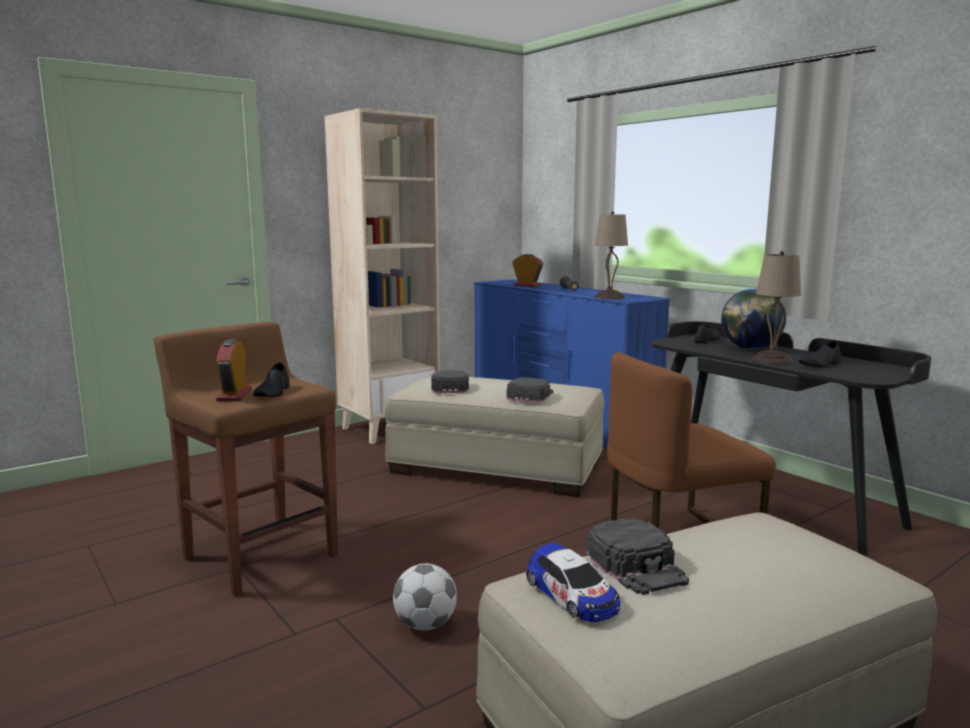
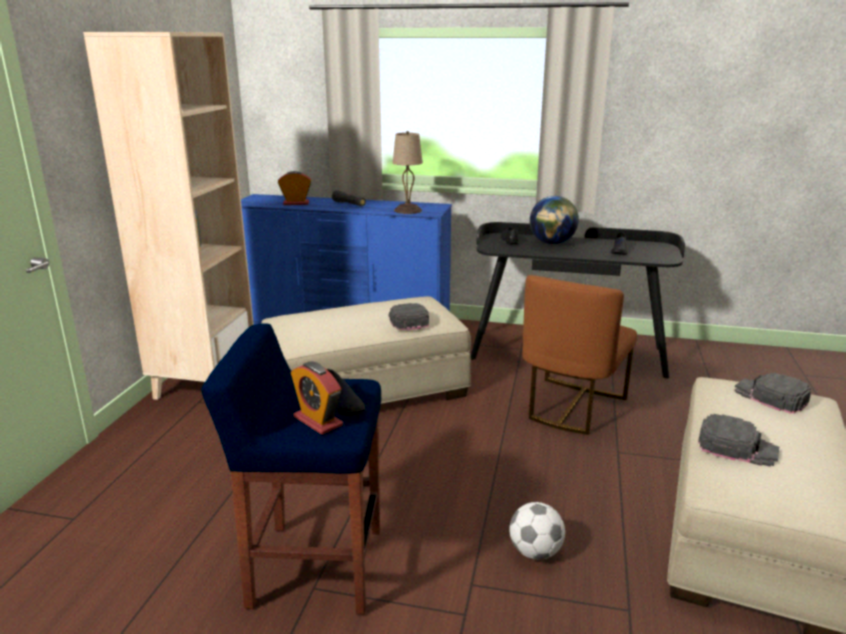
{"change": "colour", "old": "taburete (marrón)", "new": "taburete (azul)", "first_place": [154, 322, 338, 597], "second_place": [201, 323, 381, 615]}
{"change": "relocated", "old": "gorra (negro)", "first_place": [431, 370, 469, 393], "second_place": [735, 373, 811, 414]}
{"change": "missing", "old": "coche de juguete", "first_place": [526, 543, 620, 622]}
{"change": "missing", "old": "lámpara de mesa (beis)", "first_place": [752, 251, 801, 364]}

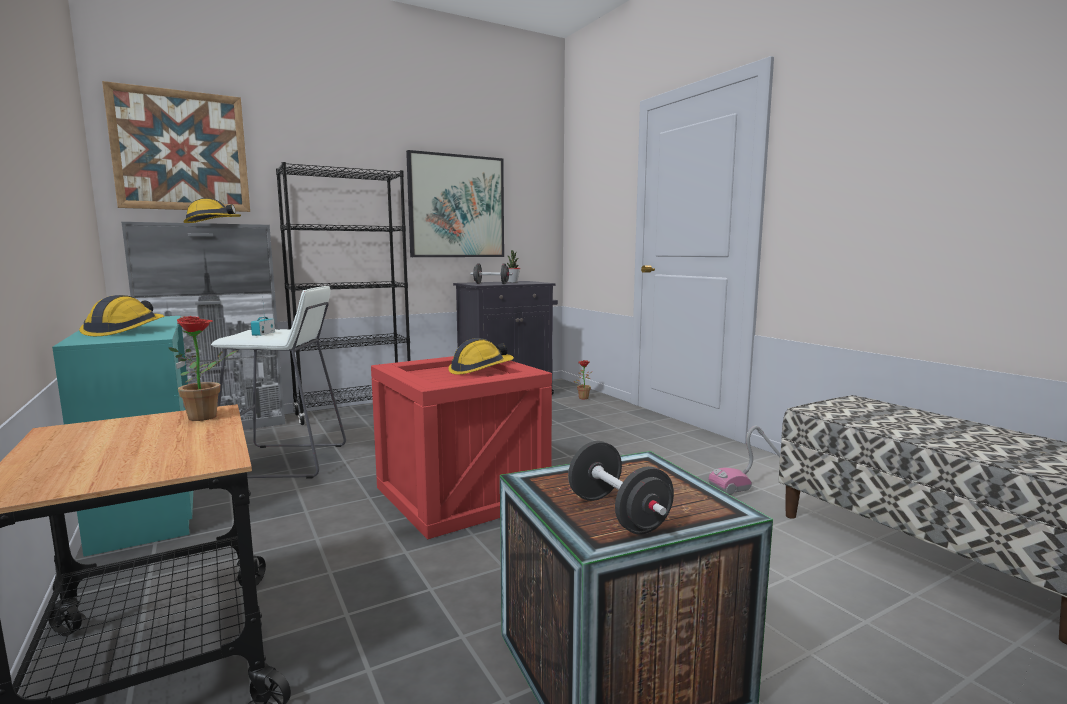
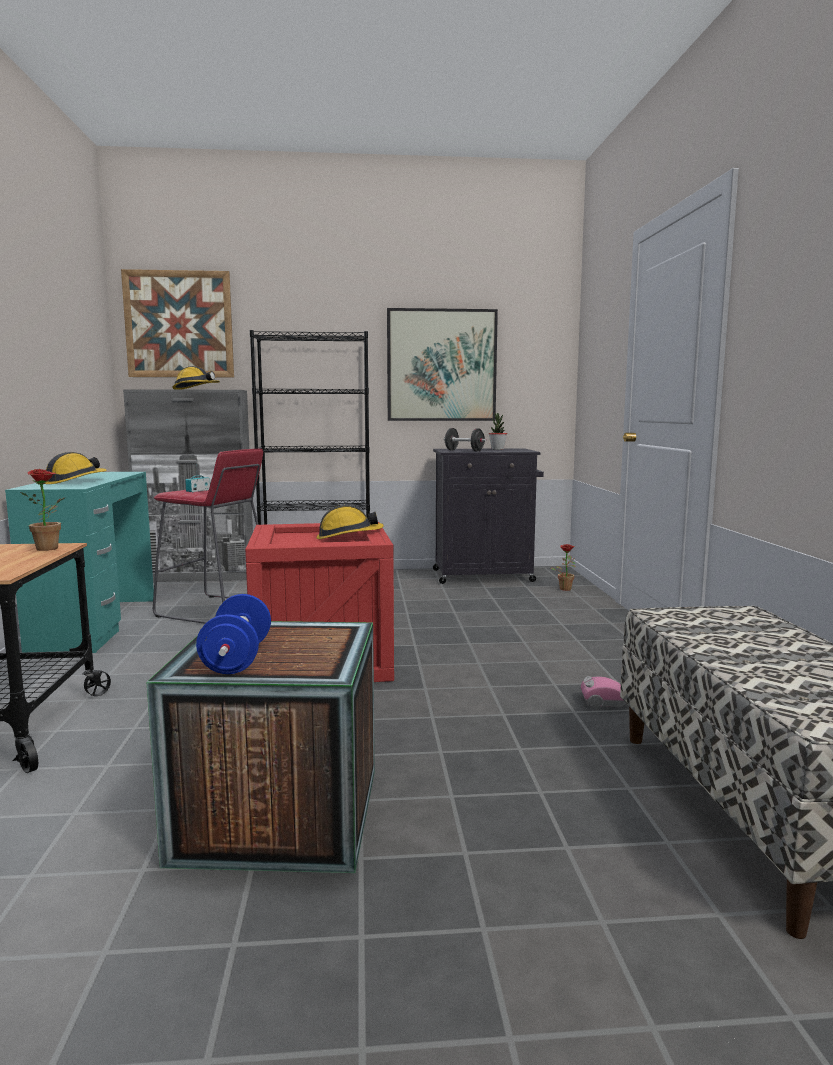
{"change": "colour", "old": "taburete (blanco)", "new": "taburete (rojo)", "first_place": [211, 286, 346, 479], "second_place": [153, 449, 263, 624]}
{"change": "colour", "old": "mancuerna (negro)", "new": "mancuerna (azul)", "first_place": [568, 441, 674, 535], "second_place": [196, 594, 271, 674]}

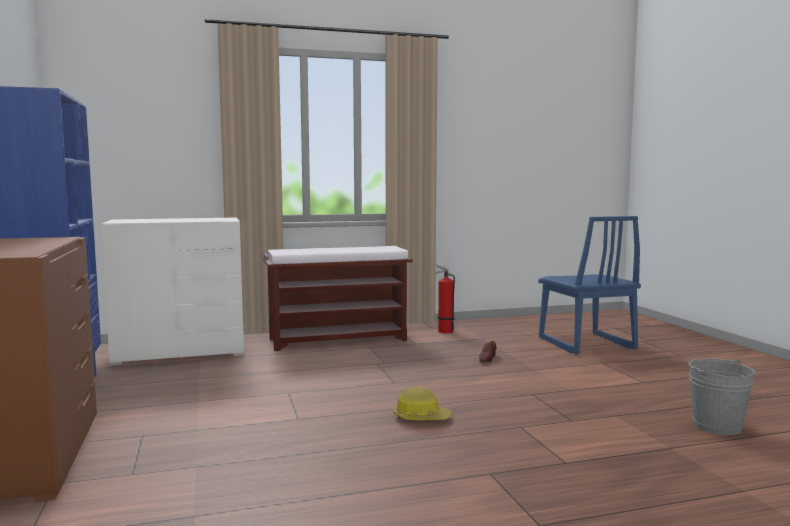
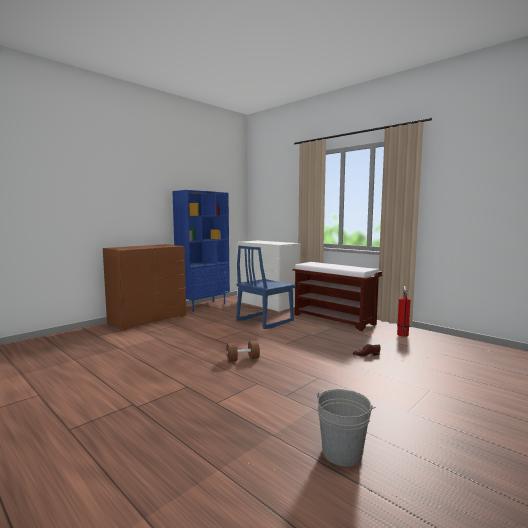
{"change": "exchanged", "old": "casco", "new": "mancuerna (marrón)", "first_place": [394, 387, 451, 420], "second_place": [227, 341, 260, 362]}
{"change": "relocated", "old": "silla (azul)", "first_place": [538, 216, 641, 354], "second_place": [236, 246, 296, 329]}

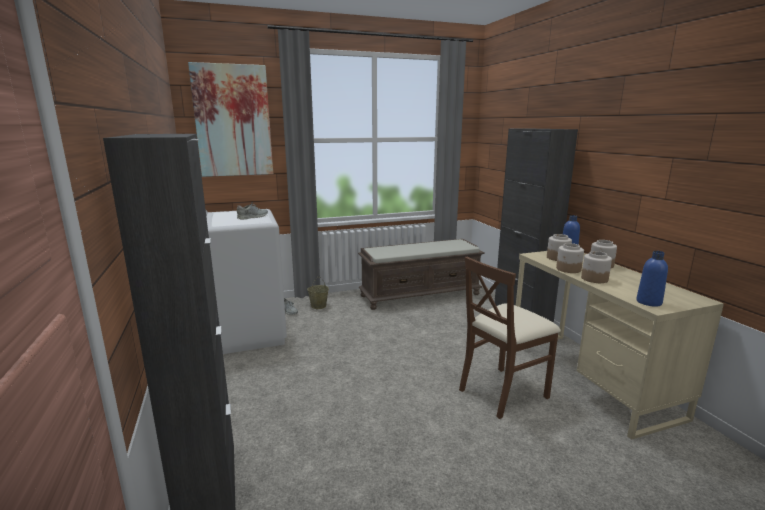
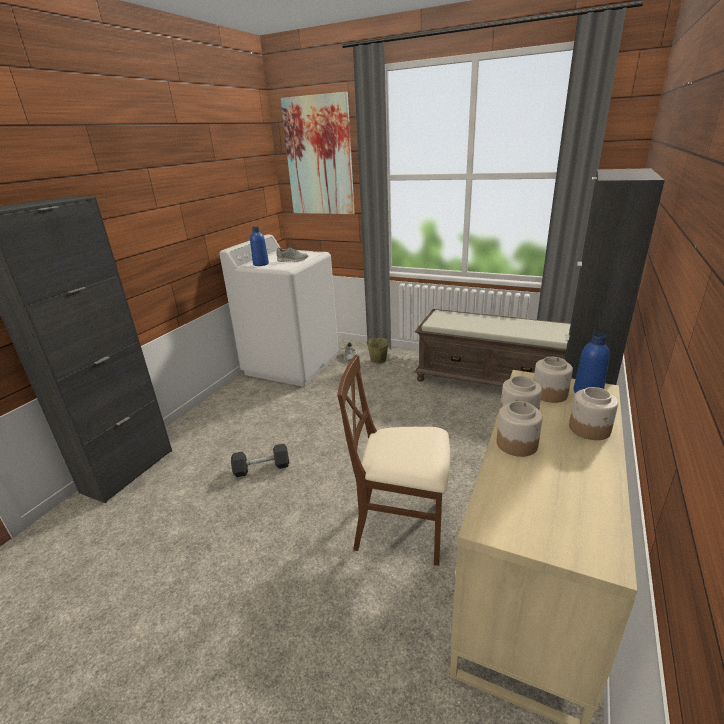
{"change": "appeared", "new": "mancuerna (gris)", "second_place": [231, 444, 289, 477]}
{"change": "relocated", "old": "botella (azul)", "first_place": [636, 251, 668, 307], "second_place": [250, 227, 269, 266]}

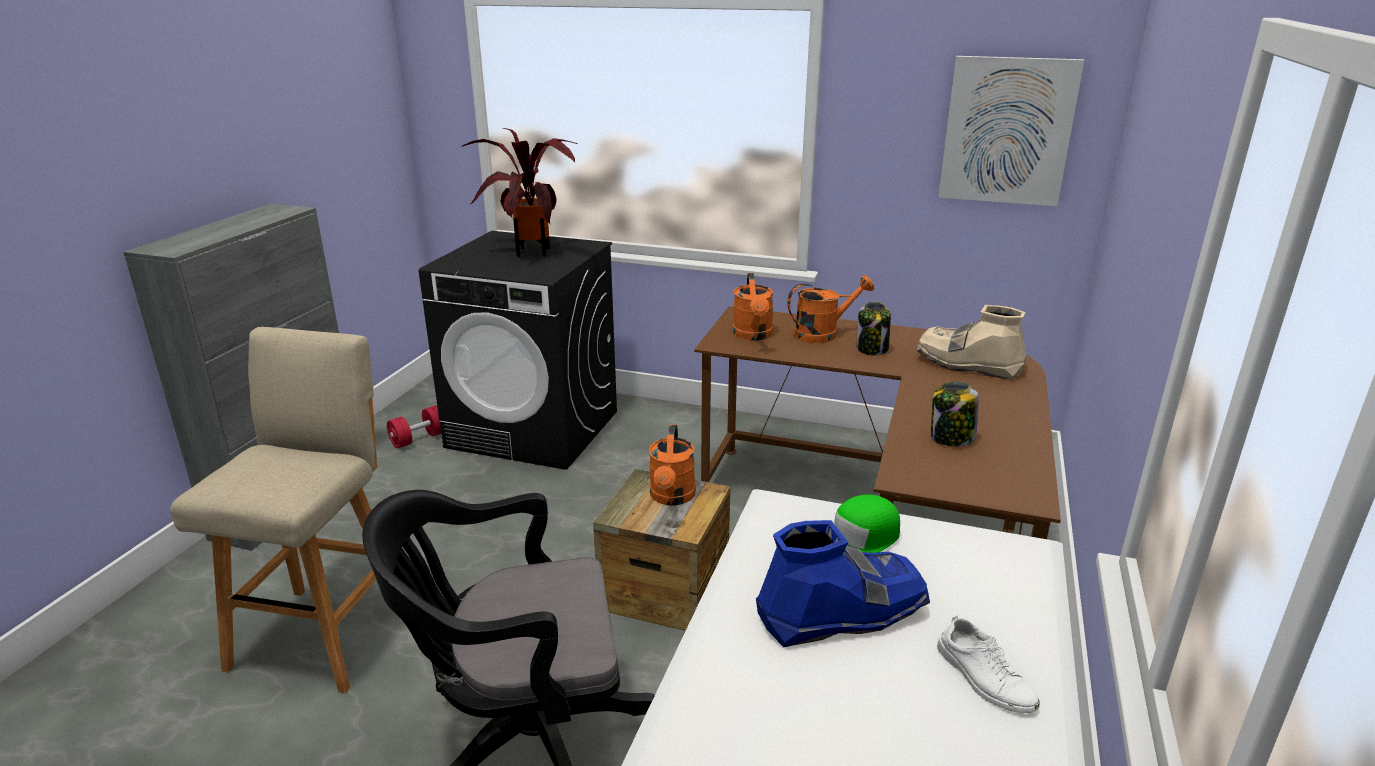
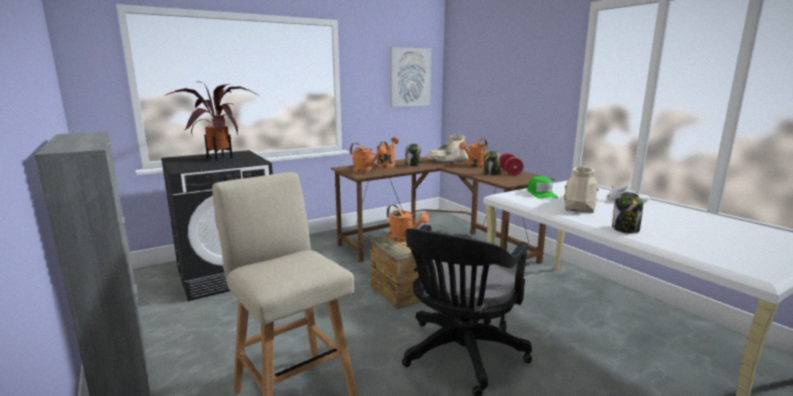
{"change": "appeared", "new": "regadera (naranja)", "second_place": [459, 139, 487, 167]}
{"change": "relocated", "old": "mancuerna (rojo)", "first_place": [387, 405, 442, 448], "second_place": [500, 153, 523, 175]}
{"change": "colour", "old": "bota (azul)", "new": "bota (beis)", "first_place": [756, 520, 930, 647], "second_place": [563, 167, 598, 213]}
{"change": "appeared", "new": "tarro", "second_place": [612, 192, 643, 234]}

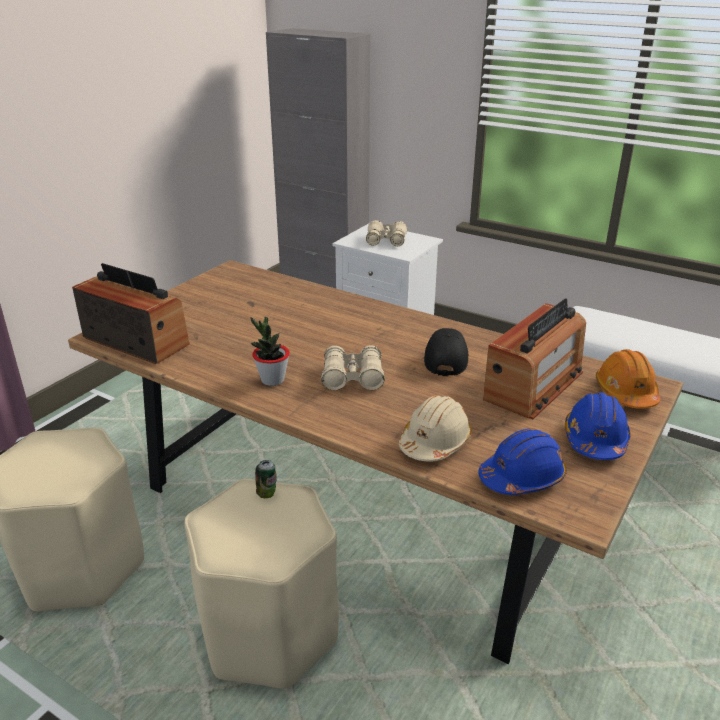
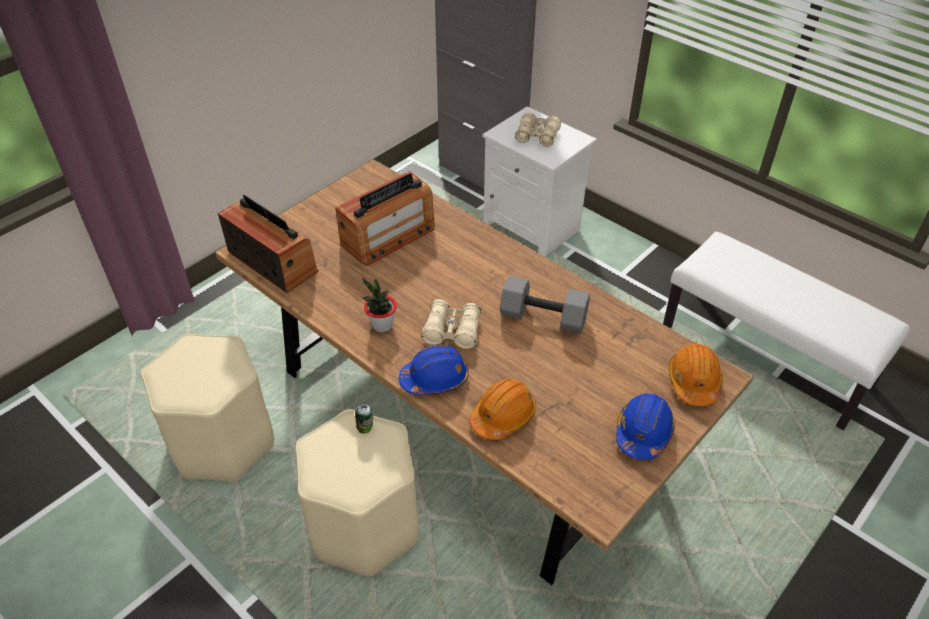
{"change": "relocated", "old": "radio", "first_place": [483, 299, 586, 420], "second_place": [335, 171, 435, 266]}
{"change": "relocated", "old": "casco (azul)", "first_place": [478, 429, 567, 495], "second_place": [399, 345, 469, 395]}
{"change": "colour", "old": "casco (beis)", "new": "casco (naranja)", "first_place": [399, 395, 472, 462], "second_place": [469, 378, 536, 440]}
{"change": "exchanged", "old": "gorra (negro)", "new": "mancuerna (gris)", "first_place": [424, 328, 468, 376], "second_place": [500, 276, 590, 334]}

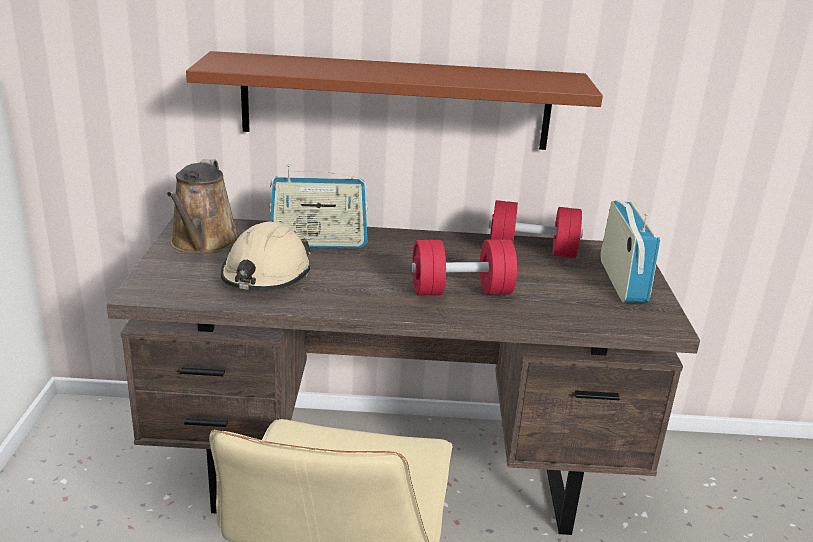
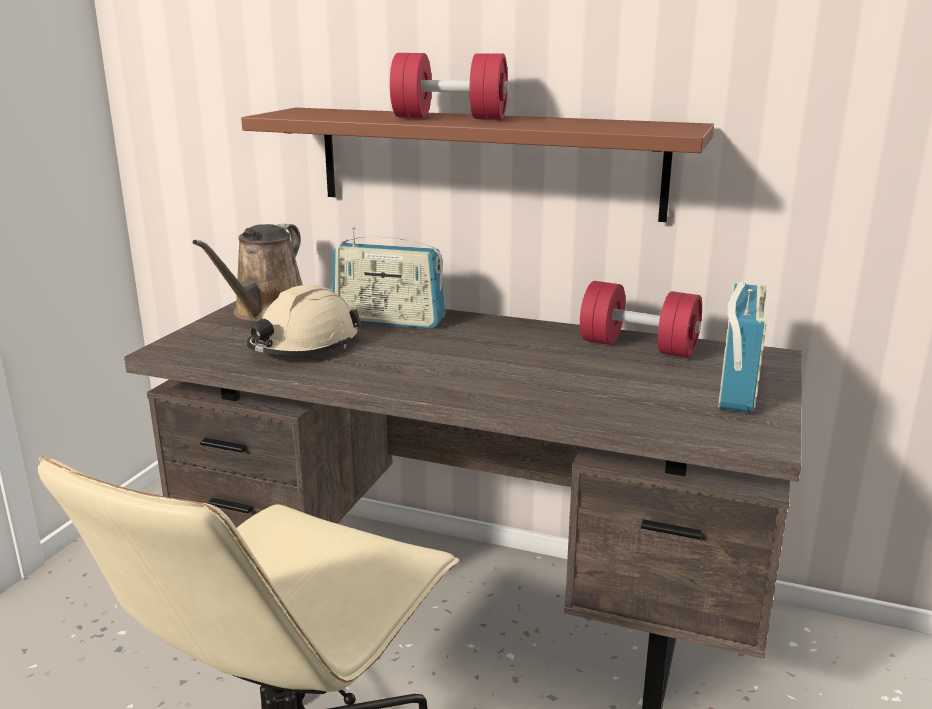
{"change": "relocated", "old": "mancuerna (rojo)", "first_place": [412, 240, 517, 295], "second_place": [390, 53, 509, 120]}

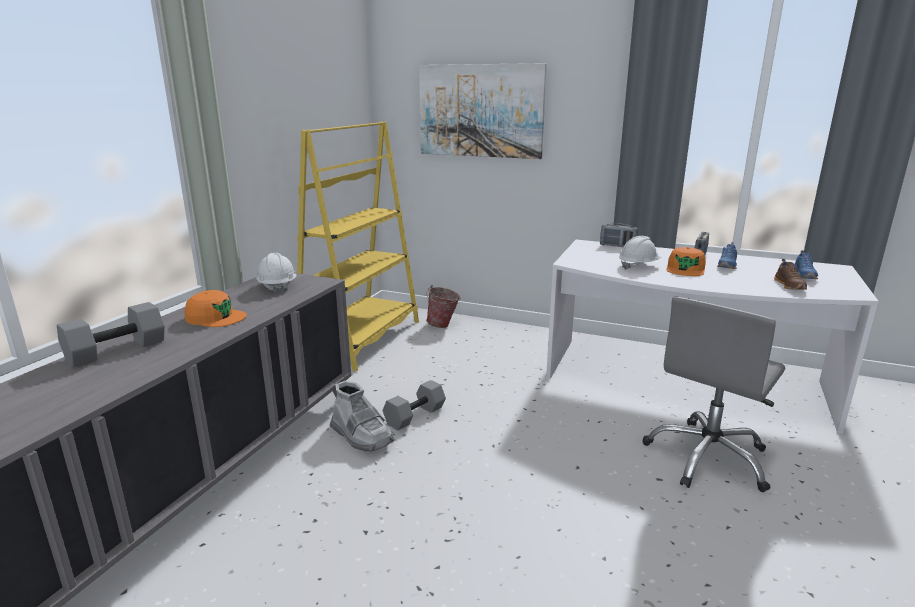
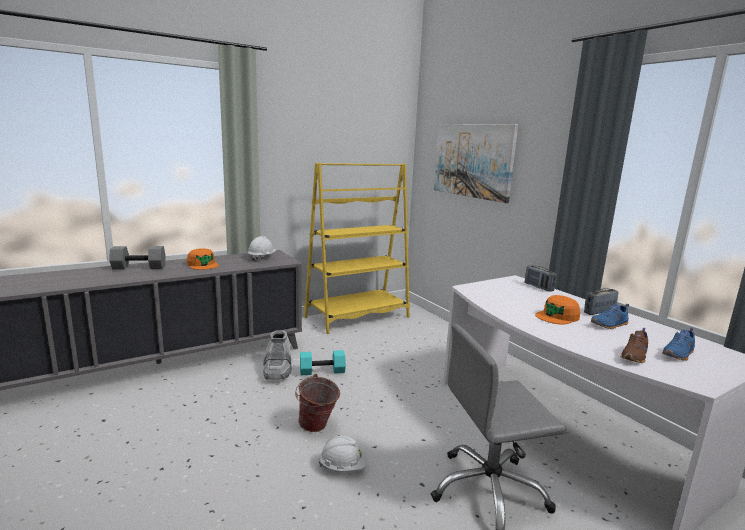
{"change": "relocated", "old": "cubo", "first_place": [426, 285, 461, 328], "second_place": [295, 374, 340, 432]}
{"change": "colour", "old": "mancuerna (gris)", "new": "mancuerna (turquesa)", "first_place": [383, 380, 446, 431], "second_place": [300, 350, 346, 375]}
{"change": "relocated", "old": "casco (blanco)", "first_place": [619, 236, 662, 270], "second_place": [319, 436, 367, 471]}

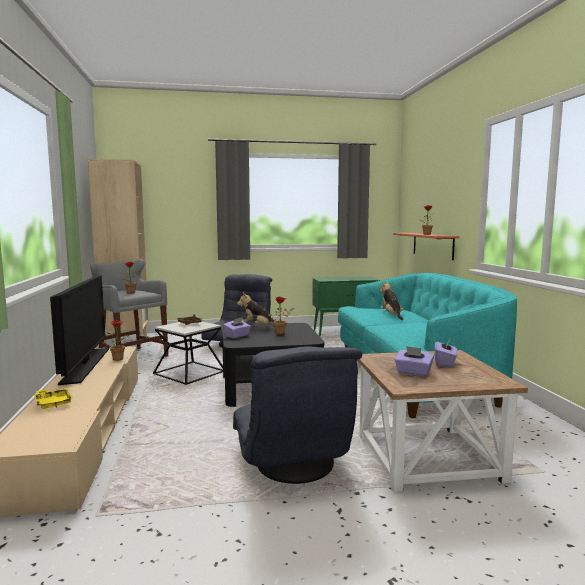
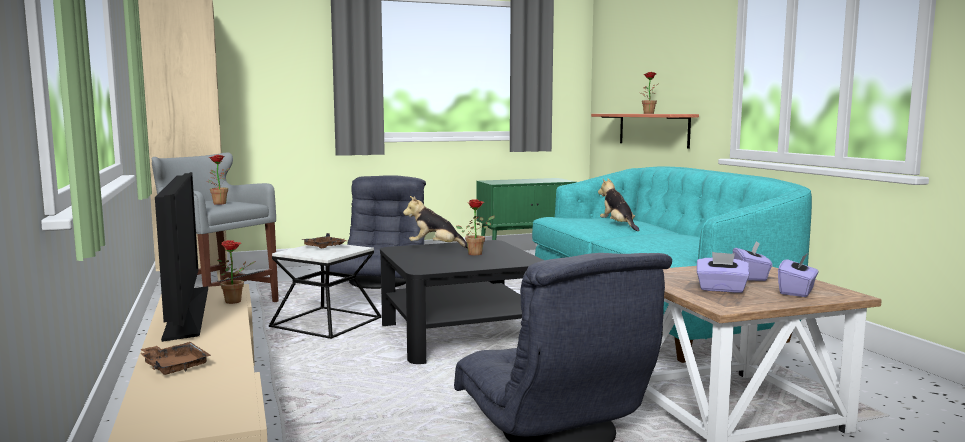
{"change": "colour", "old": "bandeja (amarillo)", "new": "bandeja (marrón)", "first_place": [34, 388, 73, 409], "second_place": [140, 342, 211, 375]}
{"change": "relocated", "old": "caja de pañuelos (morado)", "first_place": [223, 317, 251, 338], "second_place": [778, 253, 818, 297]}

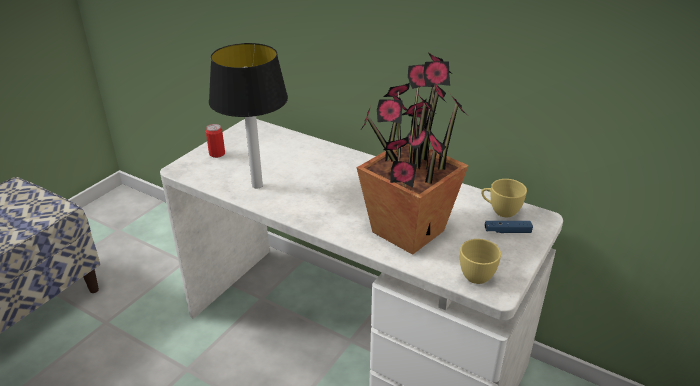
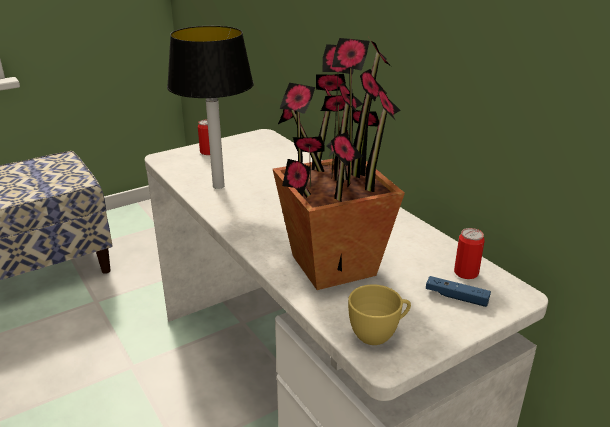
{"change": "exchanged", "old": "taza (amarillo)", "new": "lata", "first_place": [481, 179, 527, 217], "second_place": [454, 228, 484, 279]}

